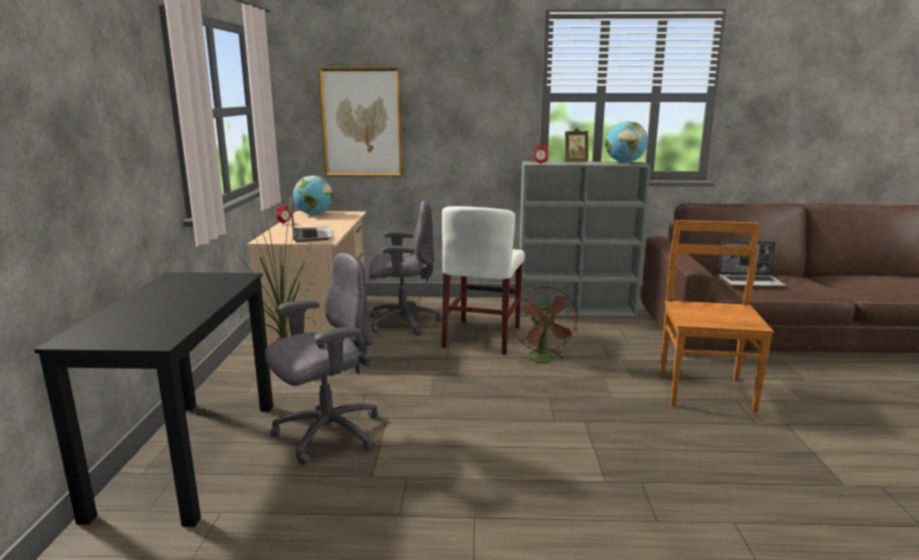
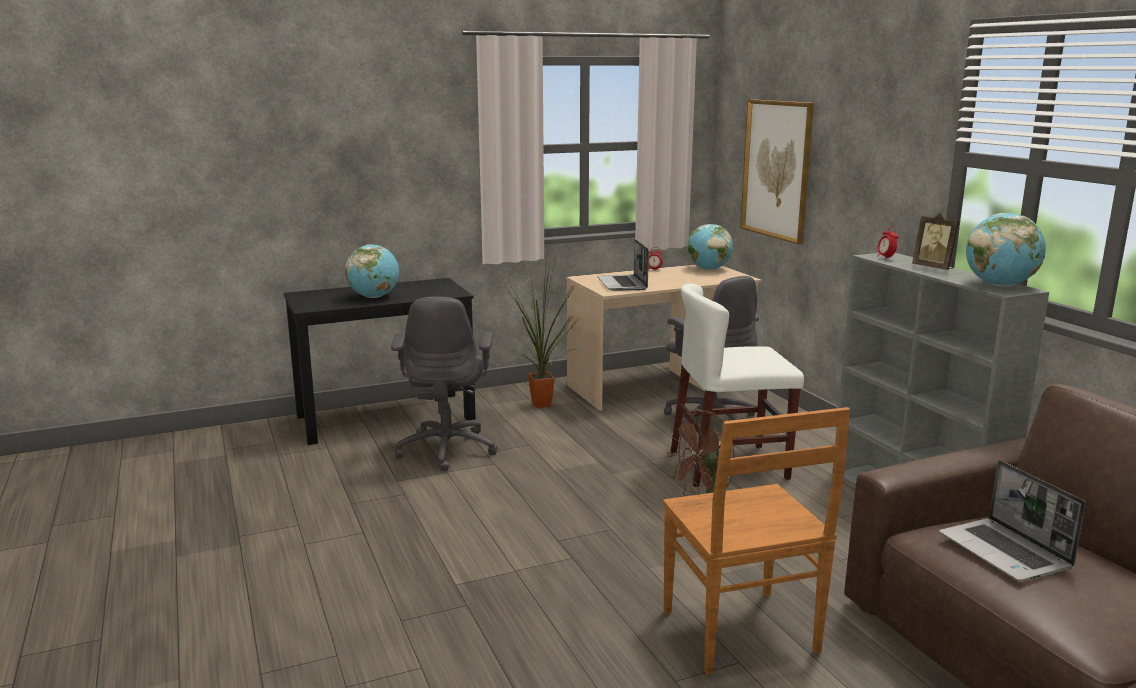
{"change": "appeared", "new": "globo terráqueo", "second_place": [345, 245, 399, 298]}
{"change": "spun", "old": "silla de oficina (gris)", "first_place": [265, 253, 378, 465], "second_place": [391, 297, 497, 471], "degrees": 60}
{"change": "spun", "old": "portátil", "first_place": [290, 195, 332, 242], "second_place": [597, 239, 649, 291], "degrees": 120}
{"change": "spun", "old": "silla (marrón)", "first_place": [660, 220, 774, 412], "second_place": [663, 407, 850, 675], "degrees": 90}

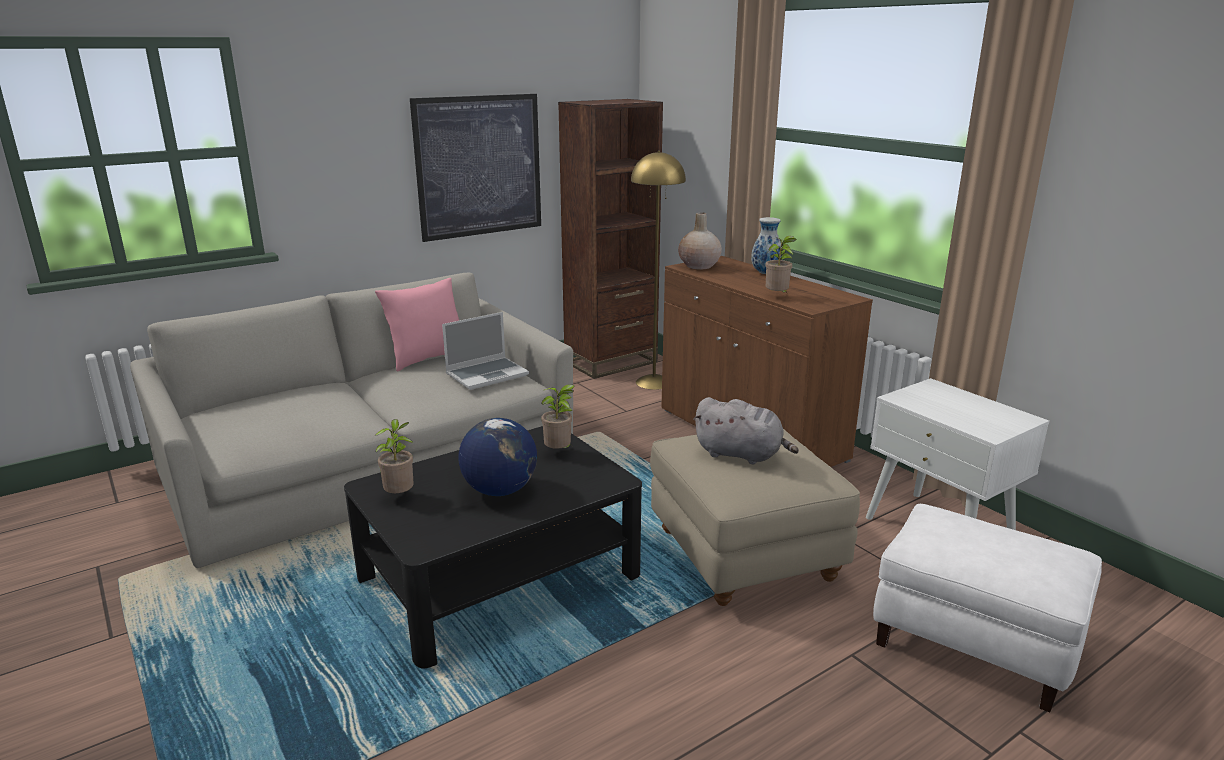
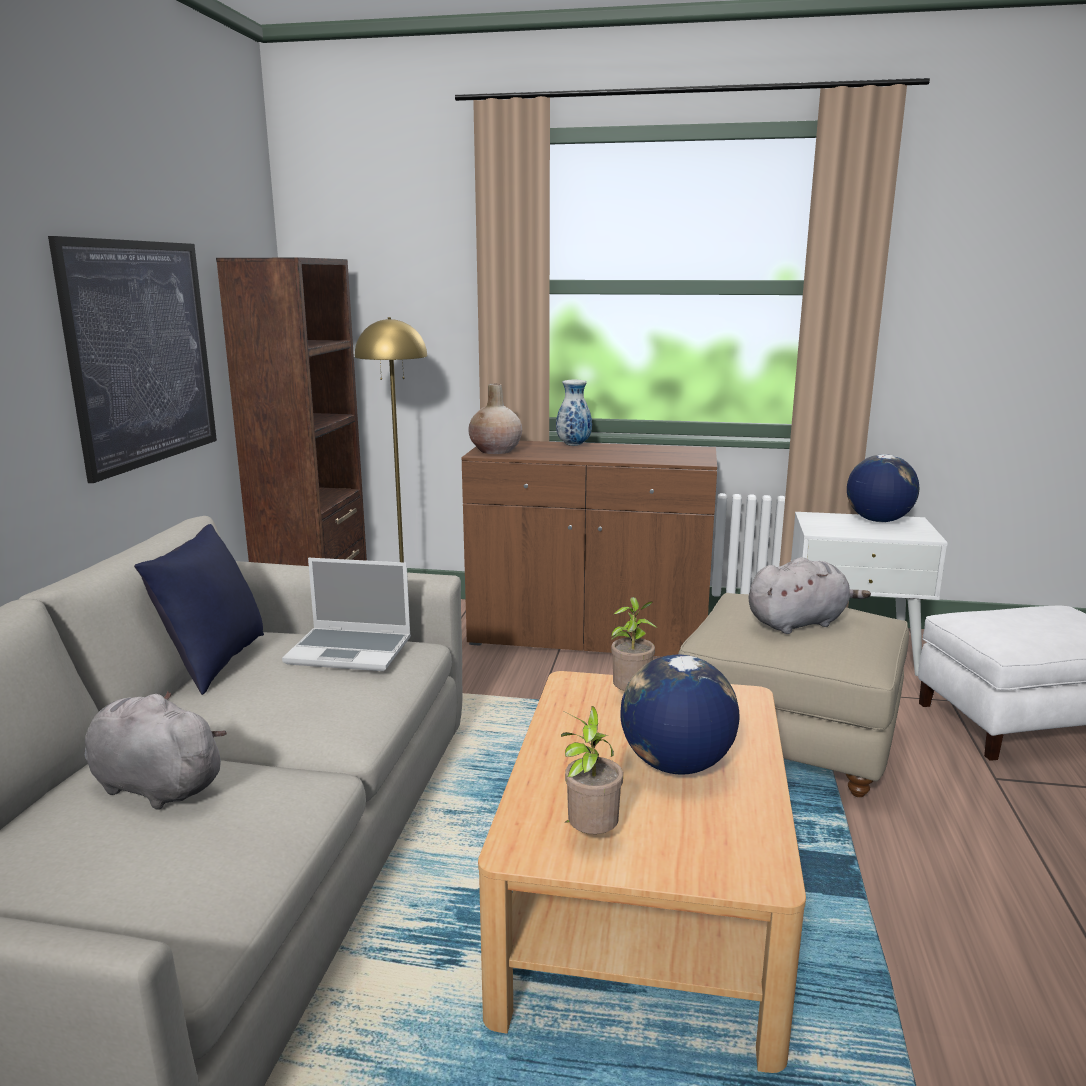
{"change": "appeared", "new": "peluche (gris)", "second_place": [85, 691, 227, 810]}
{"change": "colour", "old": "cojín (rosa)", "new": "cojín (azul)", "first_place": [375, 278, 459, 371], "second_place": [134, 524, 264, 695]}
{"change": "spun", "old": "portátil", "first_place": [442, 312, 529, 390], "second_place": [282, 558, 411, 671], "degrees": 90}
{"change": "colour", "old": "mesa de centro (negro)", "new": "mesa de centro (beis)", "first_place": [344, 426, 642, 668], "second_place": [478, 671, 806, 1073]}
{"change": "appeared", "new": "globo terráqueo", "second_place": [847, 454, 919, 522]}
{"change": "missing", "old": "planta en maceta", "first_place": [766, 236, 797, 293]}

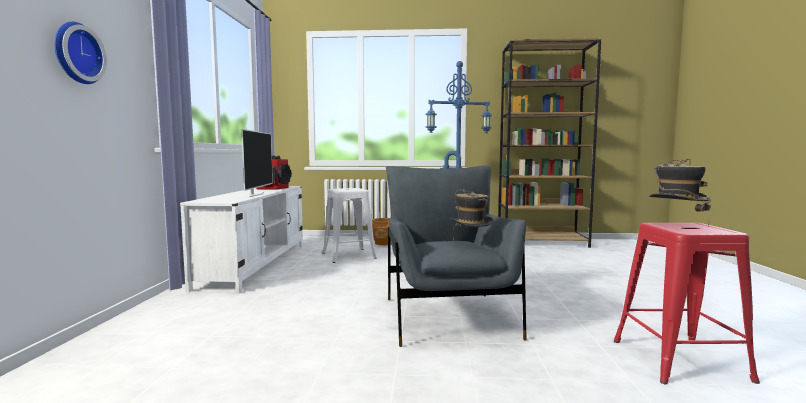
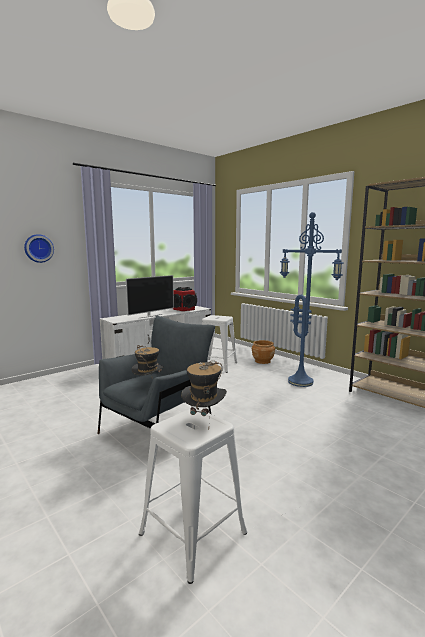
{"change": "colour", "old": "taburete (rojo)", "new": "taburete (blanco)", "first_place": [614, 223, 760, 384], "second_place": [139, 408, 247, 584]}

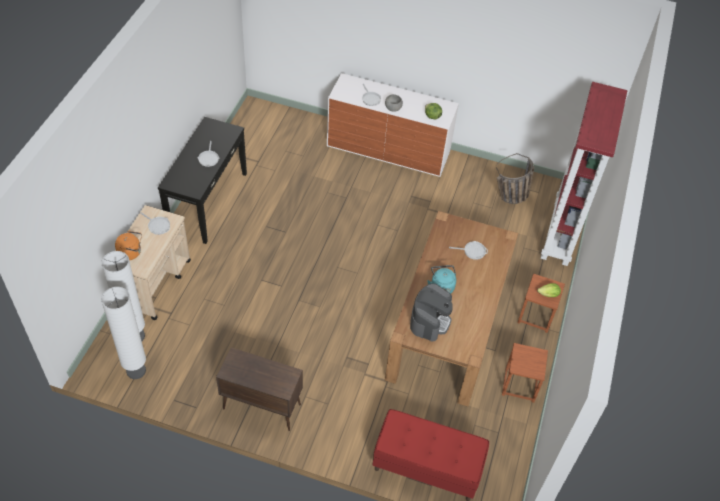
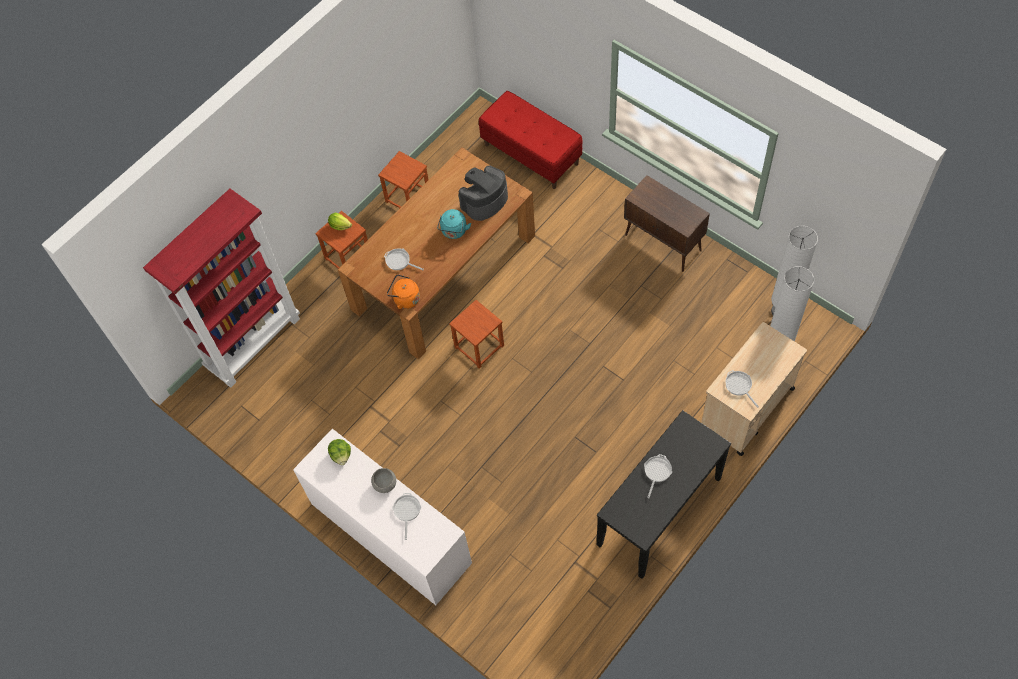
{"change": "relocated", "old": "hervidor (naranja)", "first_place": [115, 230, 142, 260], "second_place": [387, 274, 420, 309]}
{"change": "appeared", "new": "taburete (marrón)", "second_place": [449, 300, 504, 369]}
{"change": "missing", "old": "cesta", "first_place": [496, 153, 534, 204]}

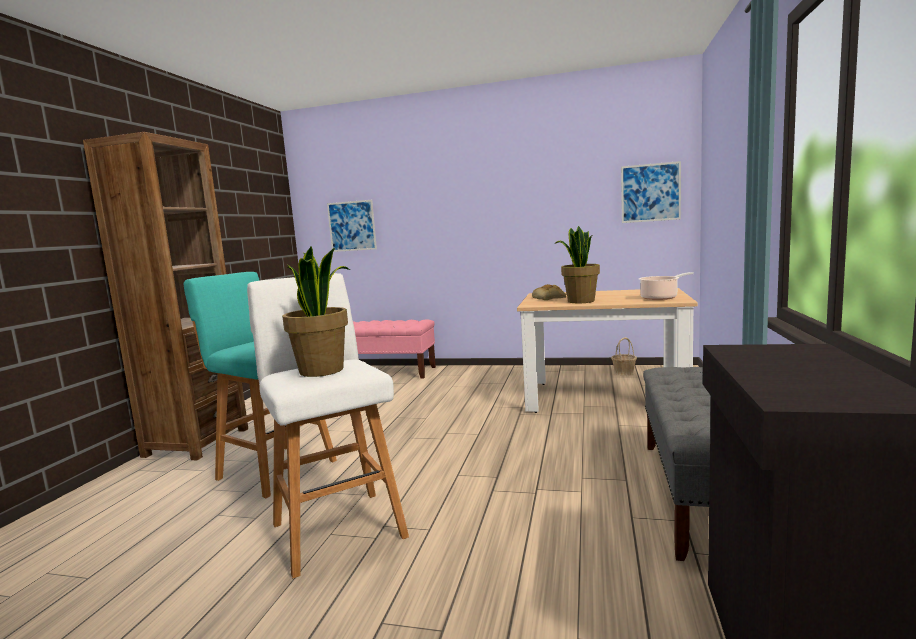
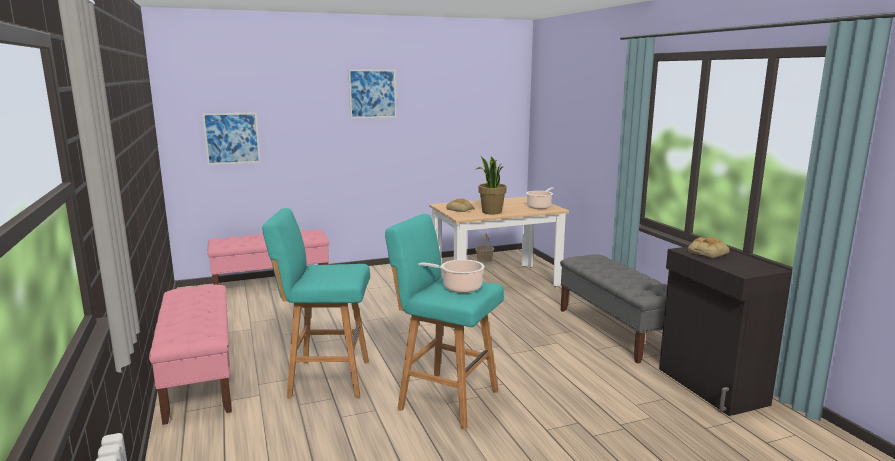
{"change": "exchanged", "old": "estantería (marrón)", "new": "banco (rosa)", "first_place": [83, 132, 248, 460], "second_place": [149, 285, 232, 425]}
{"change": "relocated", "old": "cuadro", "first_place": [621, 161, 681, 223], "second_place": [348, 69, 396, 119]}
{"change": "colour", "old": "taburete (blanco)", "new": "taburete (turquesa)", "first_place": [247, 273, 409, 578], "second_place": [385, 214, 504, 430]}
{"change": "exchanged", "old": "planta en maceta", "new": "olla", "first_place": [282, 246, 350, 377], "second_place": [418, 259, 485, 293]}
{"change": "appeared", "new": "pan", "second_place": [688, 237, 730, 258]}

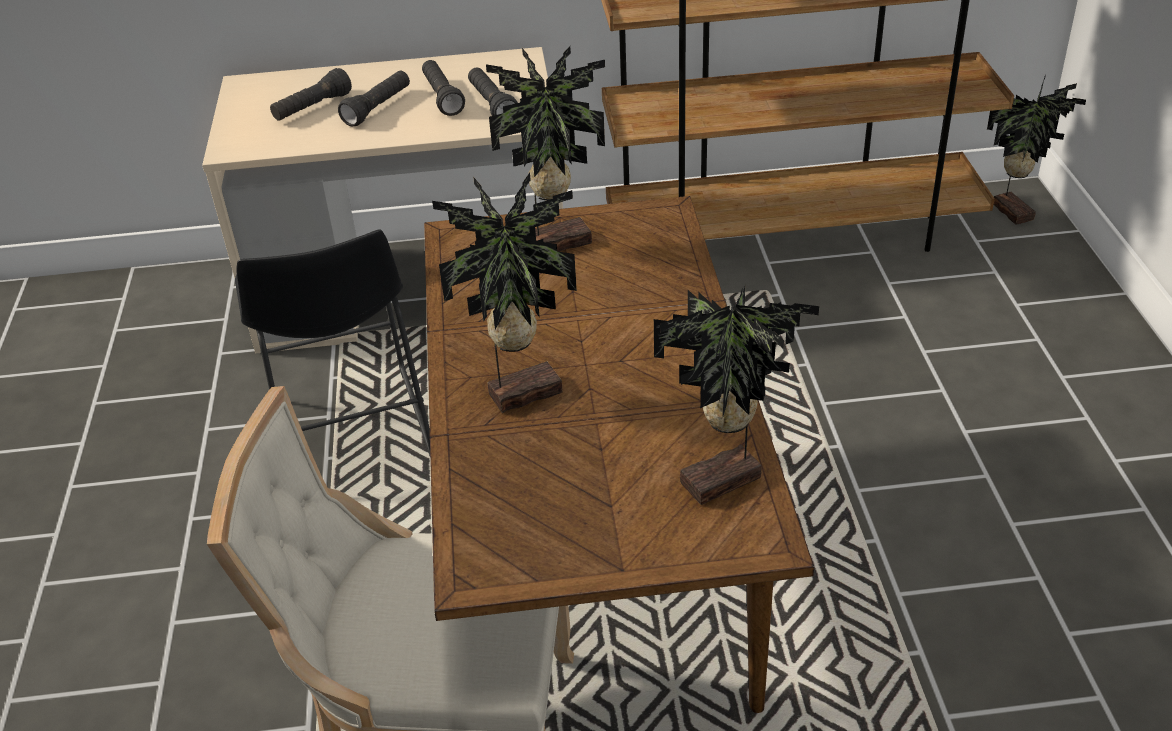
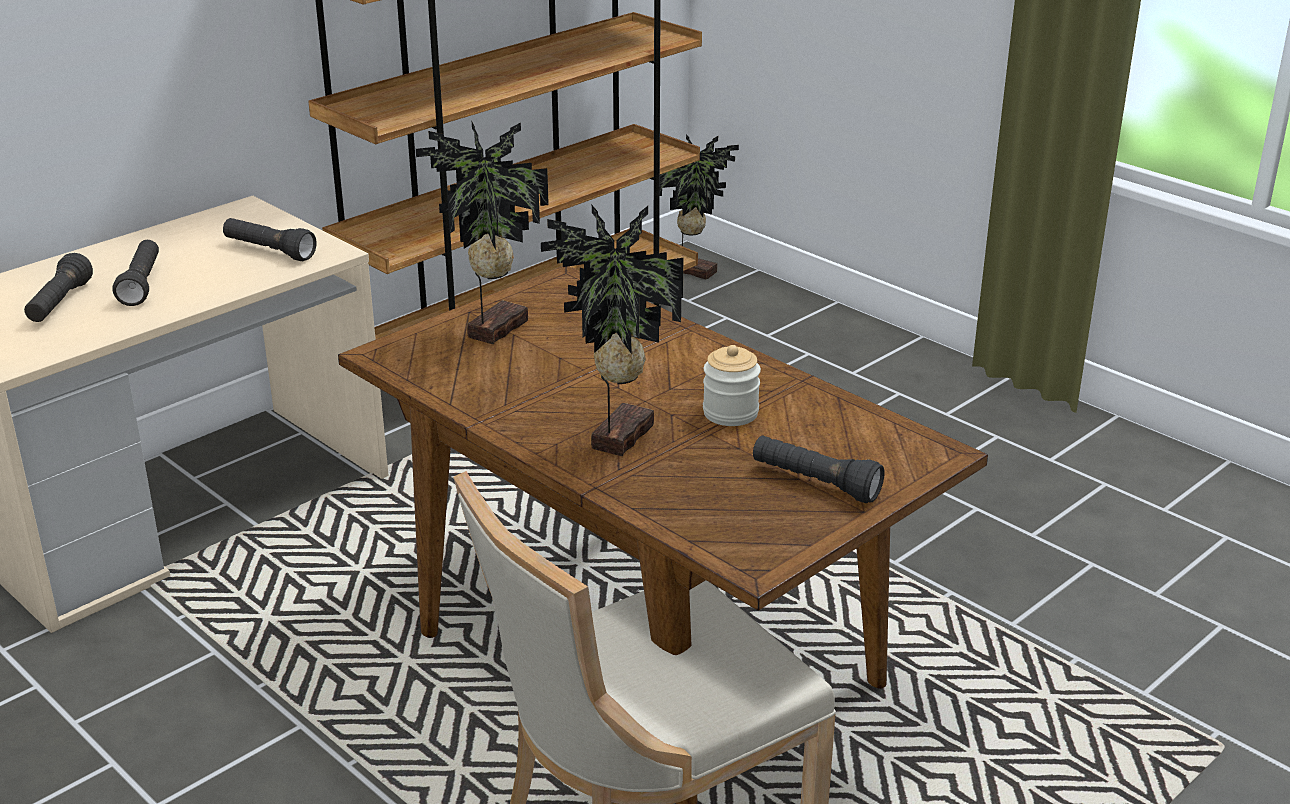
{"change": "appeared", "new": "tarro", "second_place": [703, 345, 761, 426]}
{"change": "relocated", "old": "linterna (negro)", "first_place": [422, 60, 465, 116], "second_place": [753, 436, 885, 503]}
{"change": "missing", "old": "taburete (negro)", "first_place": [235, 229, 430, 456]}
{"change": "missing", "old": "planta en maceta", "first_place": [654, 283, 819, 505]}

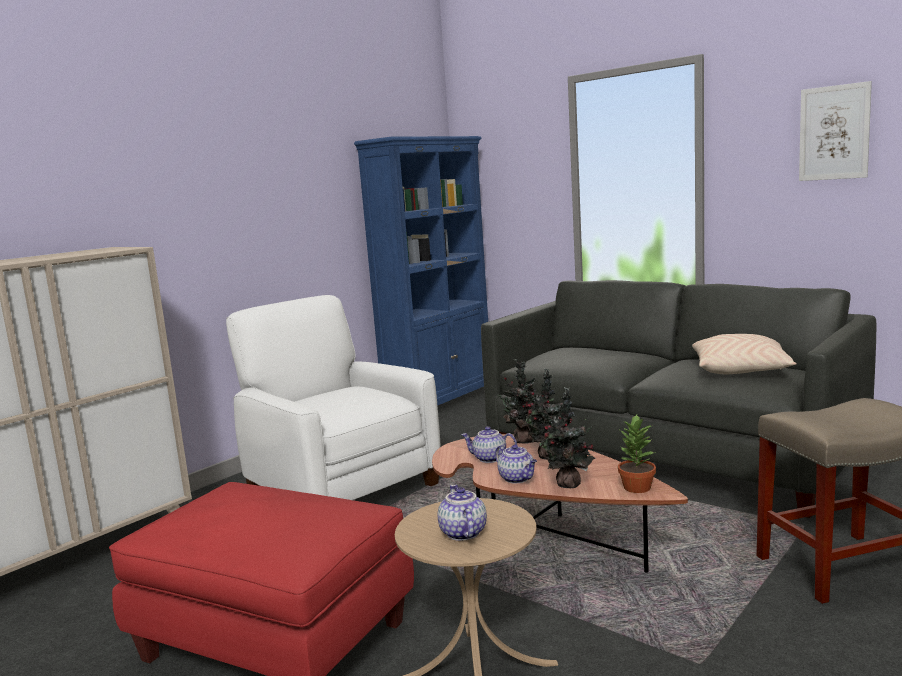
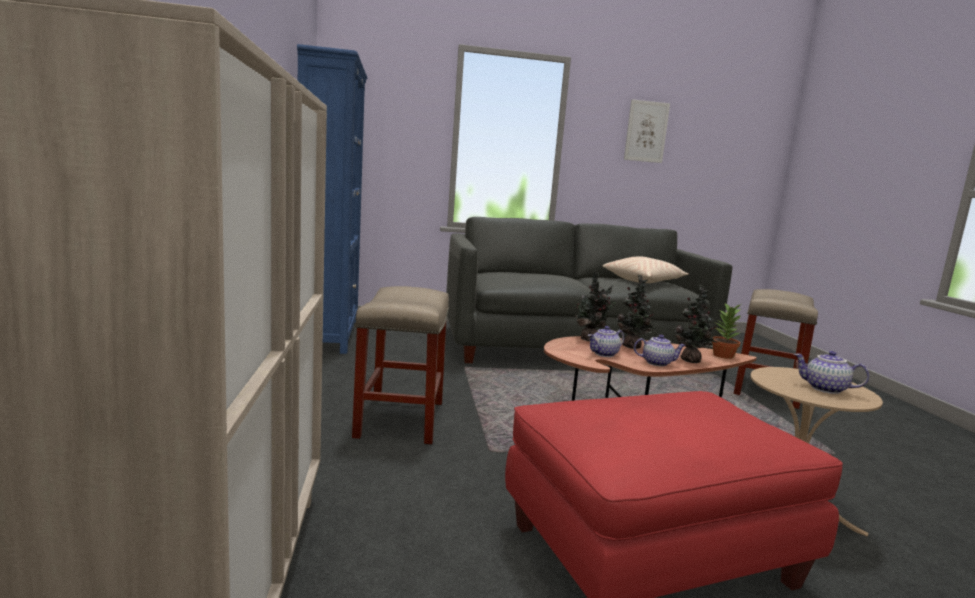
{"change": "exchanged", "old": "sillón (blanco)", "new": "taburete (beis)", "first_place": [226, 295, 441, 500], "second_place": [352, 286, 449, 444]}

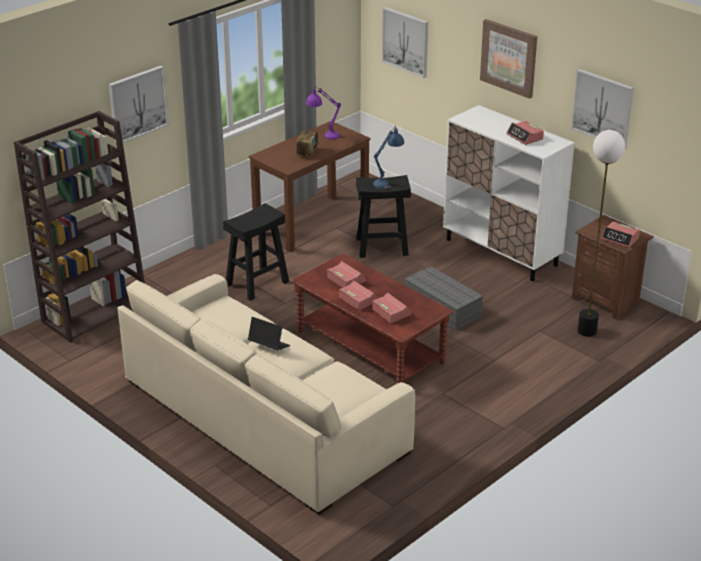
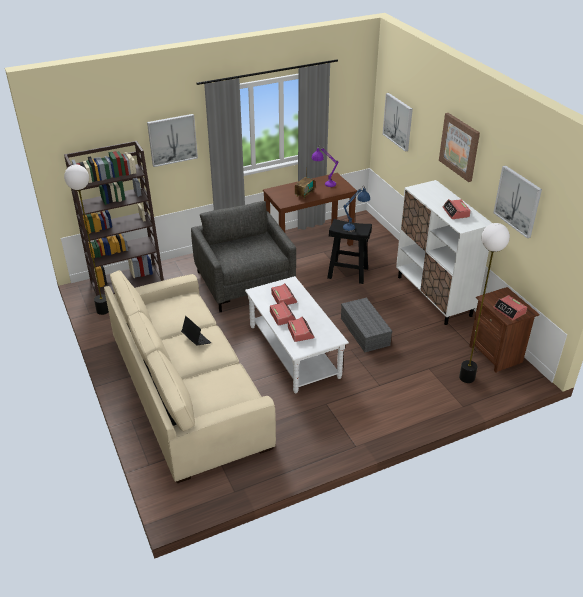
{"change": "appeared", "new": "lámpara de pie", "second_place": [64, 165, 109, 315]}
{"change": "exchanged", "old": "taburete (negro)", "new": "sillón (gris)", "first_place": [223, 203, 289, 301], "second_place": [191, 201, 296, 312]}
{"change": "colour", "old": "mesa de centro (marrón)", "new": "mesa de centro (blanco)", "first_place": [291, 253, 454, 383], "second_place": [245, 276, 349, 394]}

